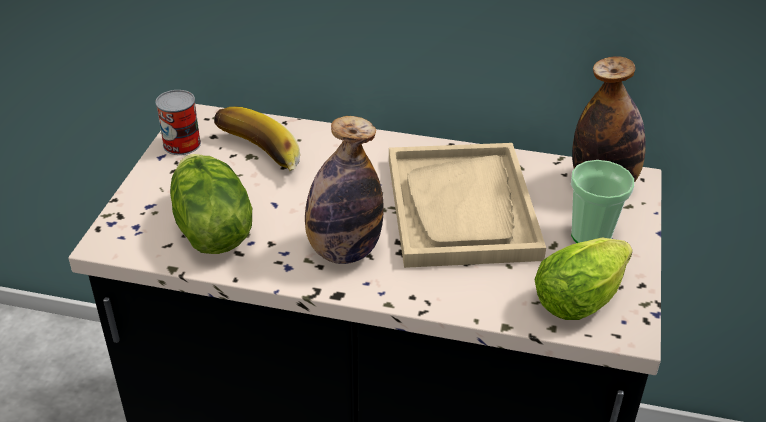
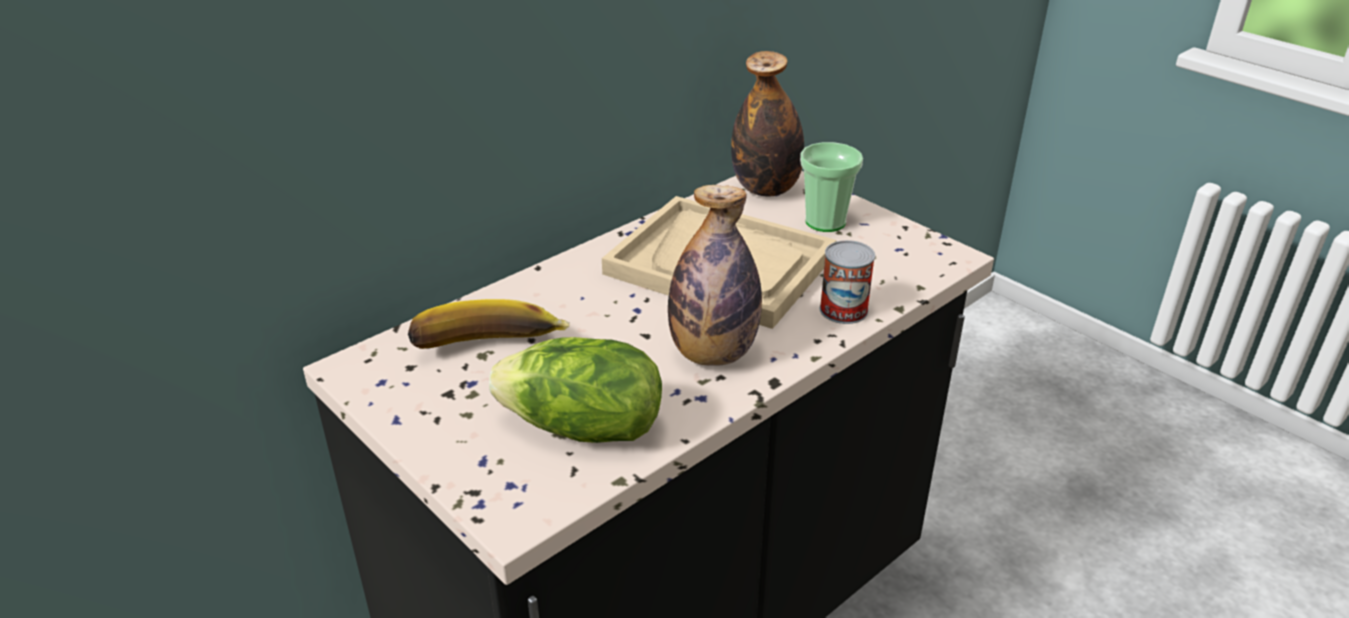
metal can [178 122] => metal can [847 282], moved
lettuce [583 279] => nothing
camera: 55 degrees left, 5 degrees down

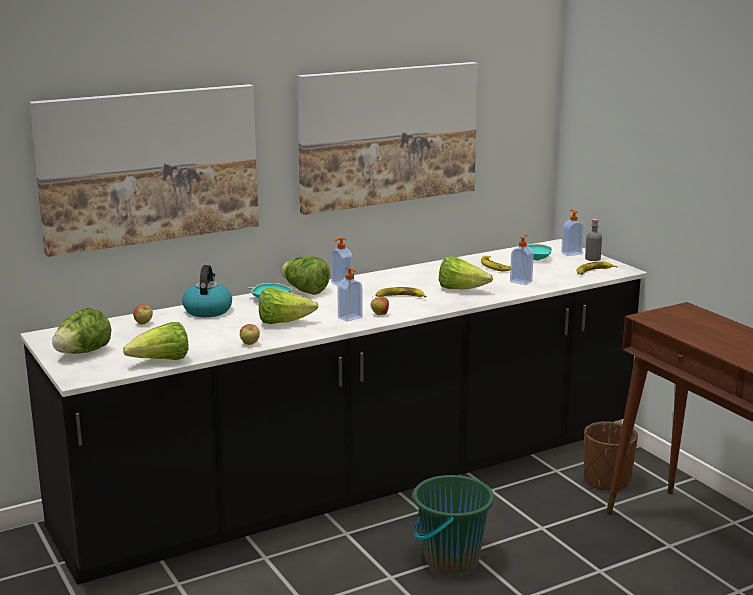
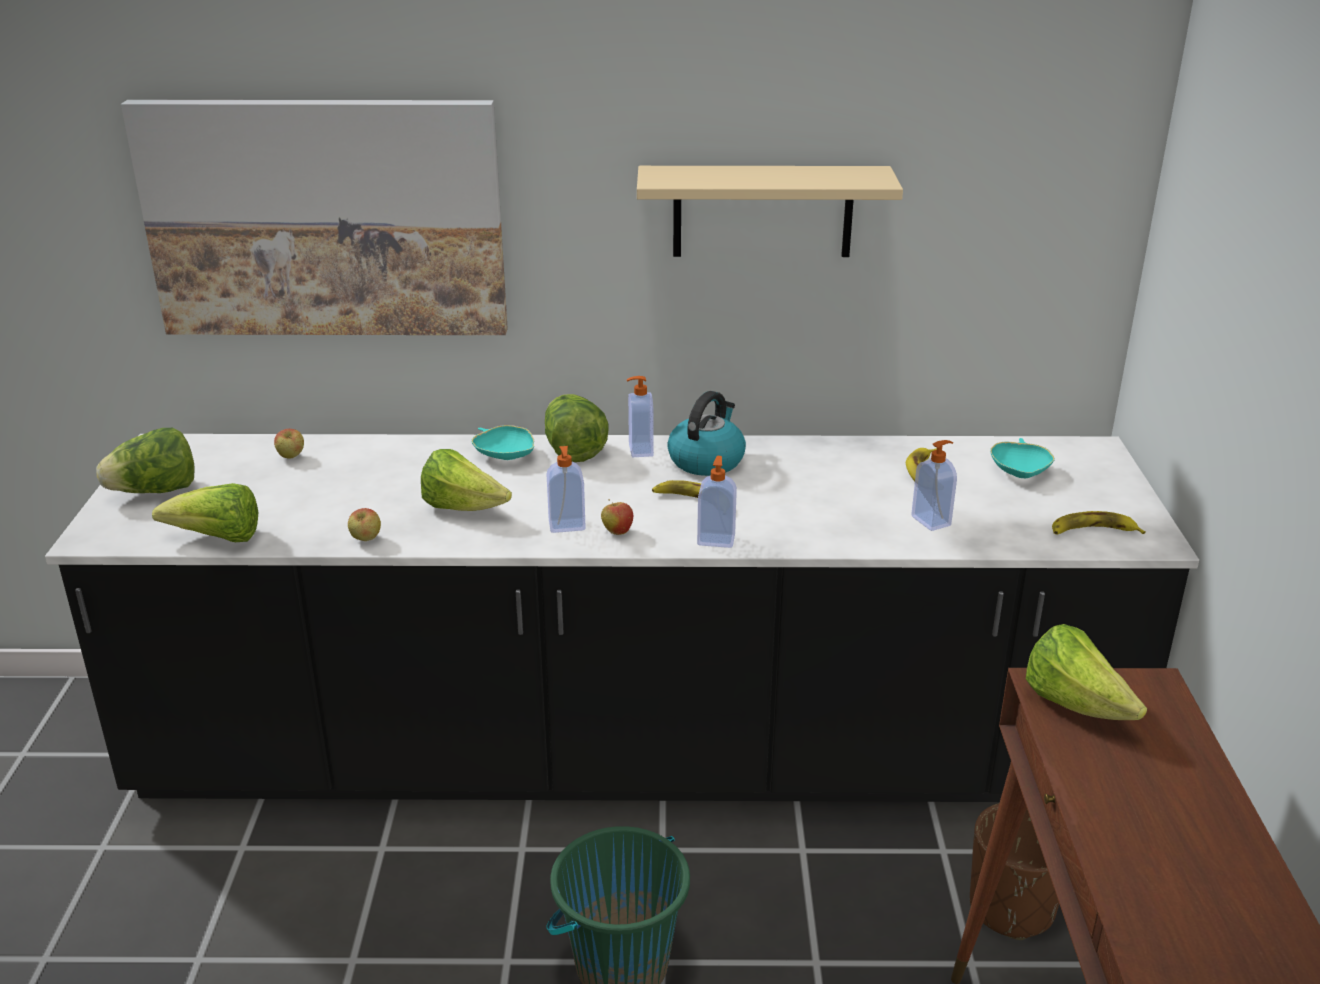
water kettle [207 291] => water kettle [706 433], moved
wall art [387 138] => shelf/beige [770 211]
lettuce [466 273] => lettuce [1086 672], moved
liquid soap bottle [572 233] => liquid soap bottle [717 502], moved
drink bottle/greyish [593 240] => nothing
camera: 30 degrees right, 10 degrees up

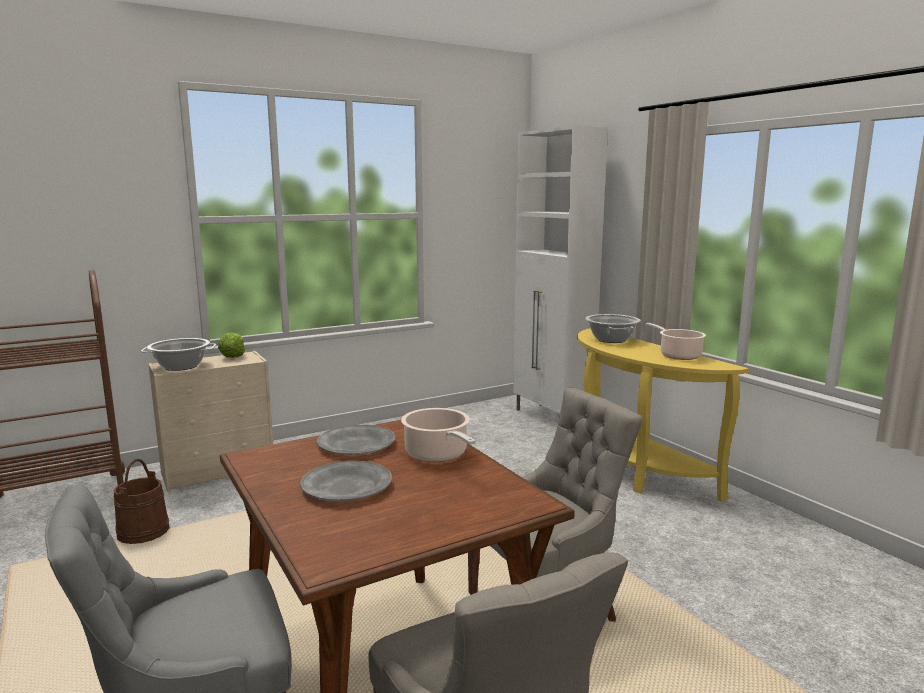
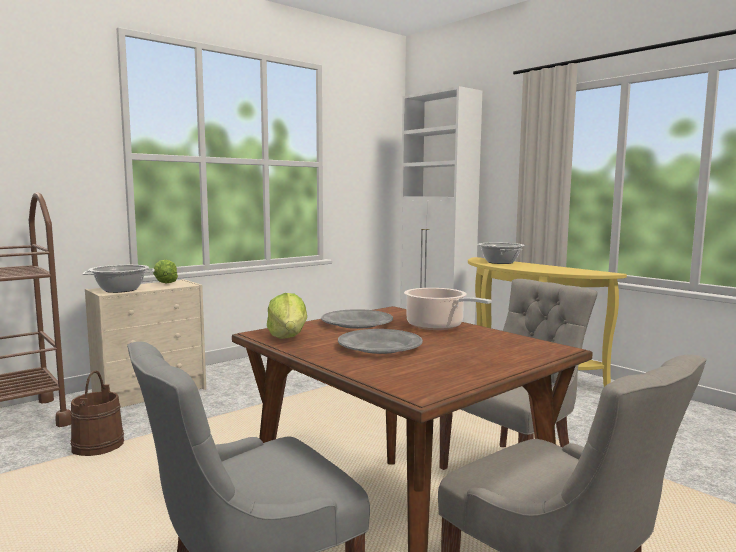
stockpot [676 341] => nothing
nothing => lettuce [287 316]
camera: 10 degrees left, 5 degrees down

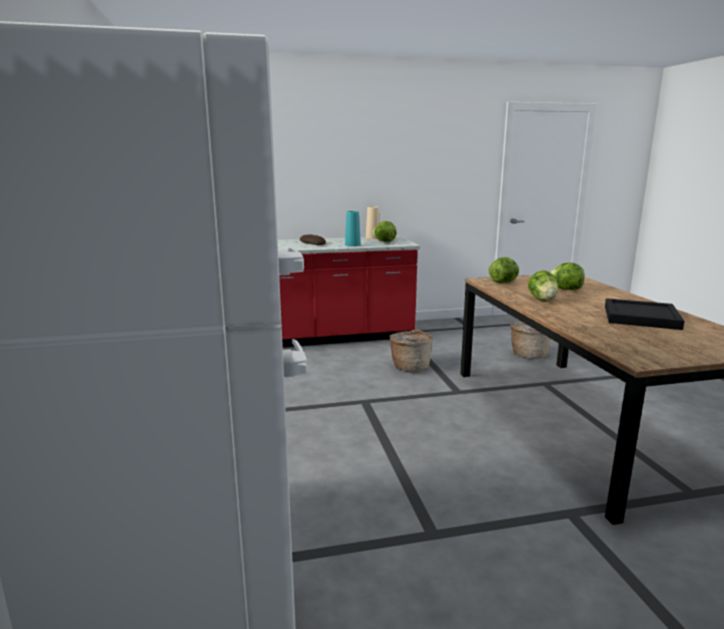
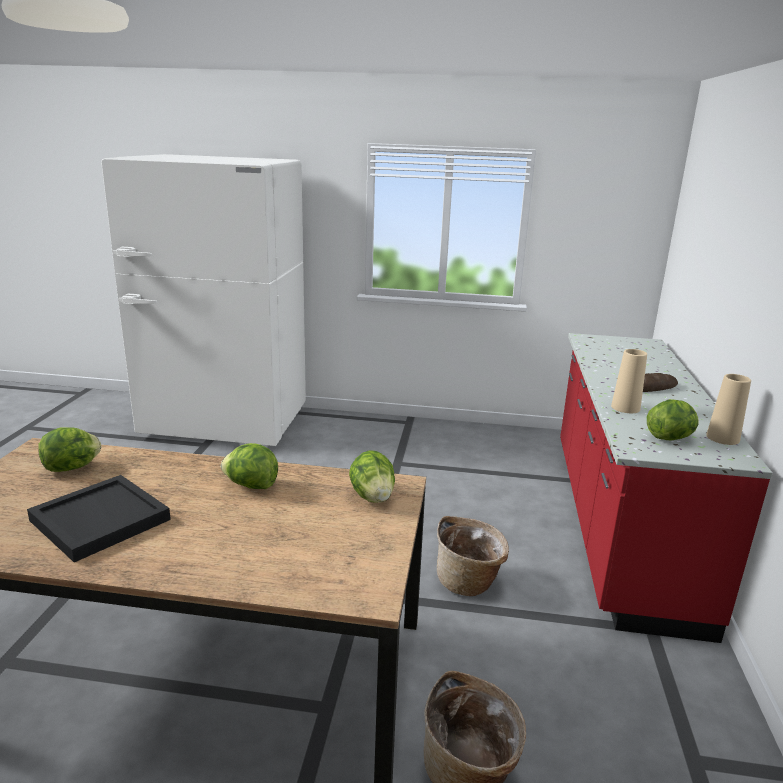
flower vase/blue-green [353 229] => flower vase/beige [629 381]
lettuce [567 276] => lettuce [69 449], moved
camera: 110 degrees right, 5 degrees up

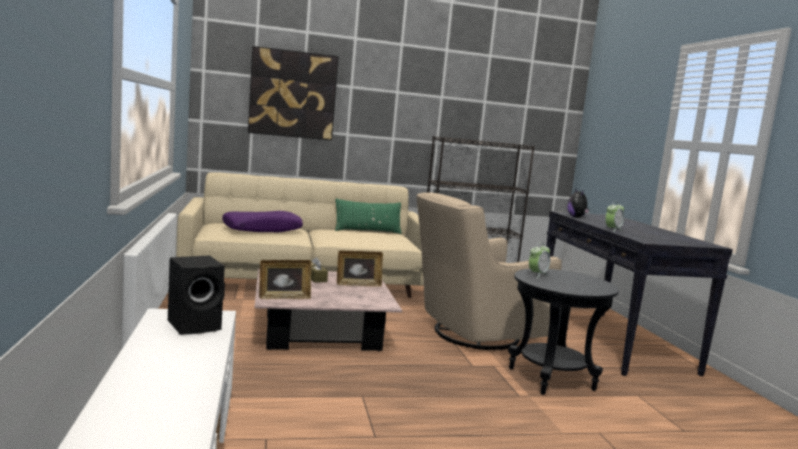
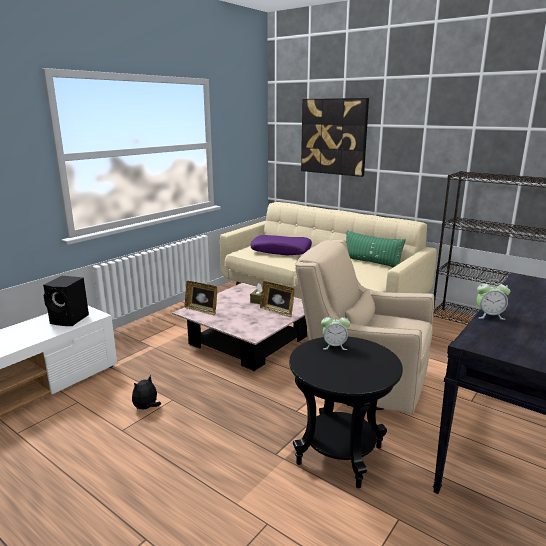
plush toy [578 203] => plush toy [146 393], moved
camera: 50 degrees right, 10 degrees up

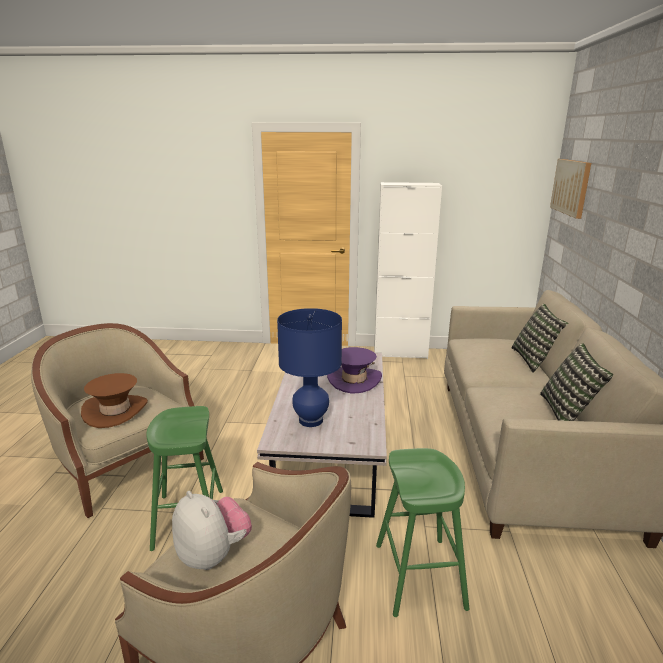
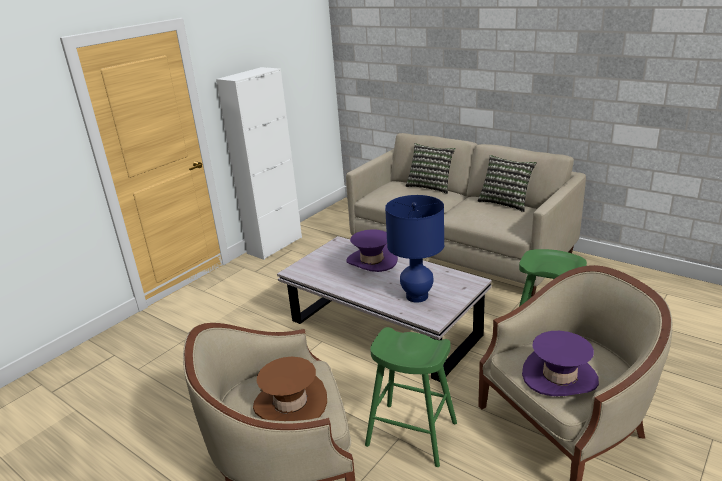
plush toy [212 530] => clothing hat/purple [560 363]
wall art [570 189] => nothing
camera: 55 degrees left, 5 degrees up

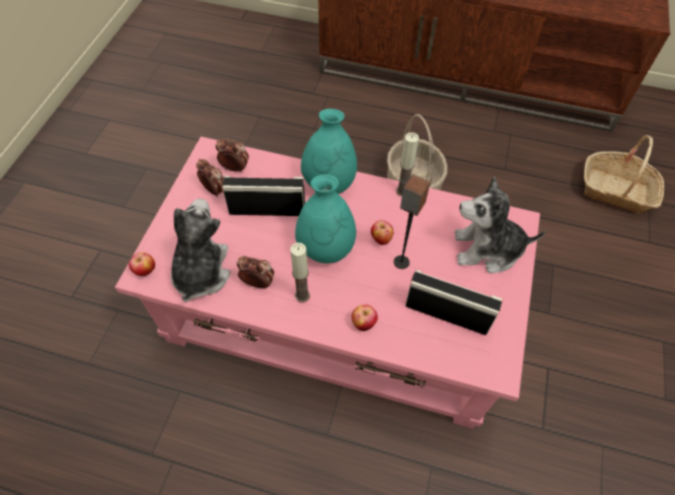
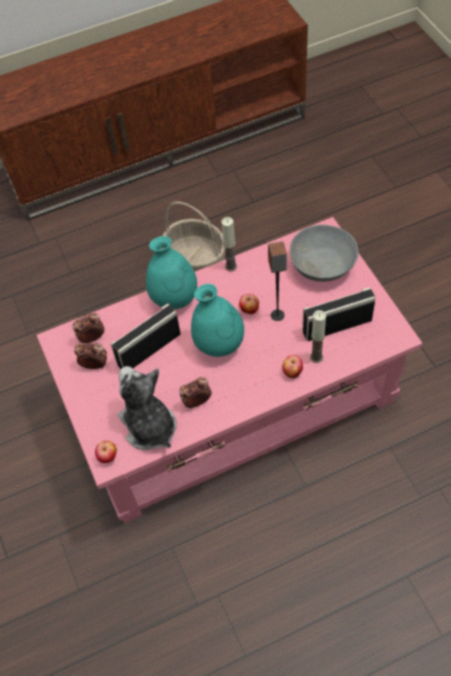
wax light [300 272] => wax light [318 336], moved
plush toy [500 225] => bowl/greyish [324 253]
storage basket [624 174] => nothing
camera: 35 degrees left, 0 degrees up

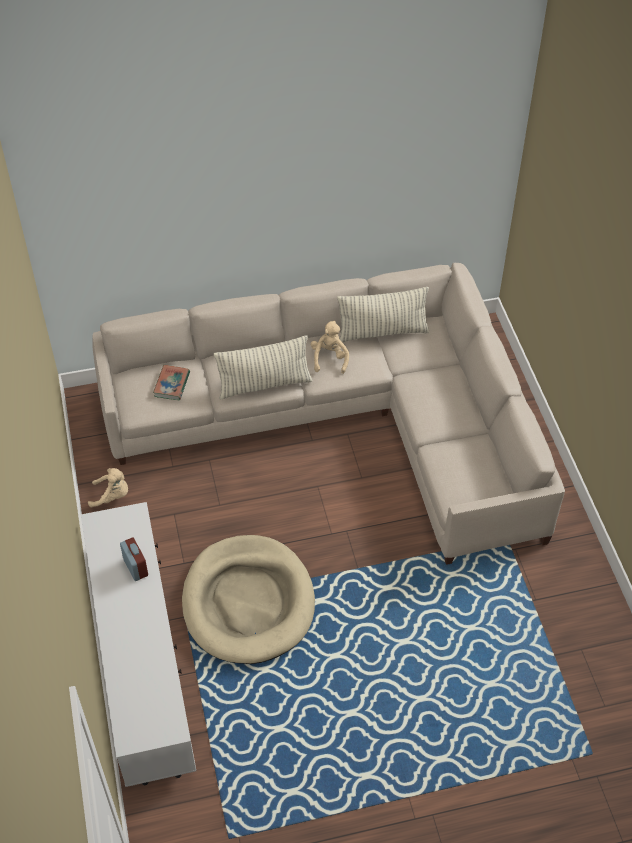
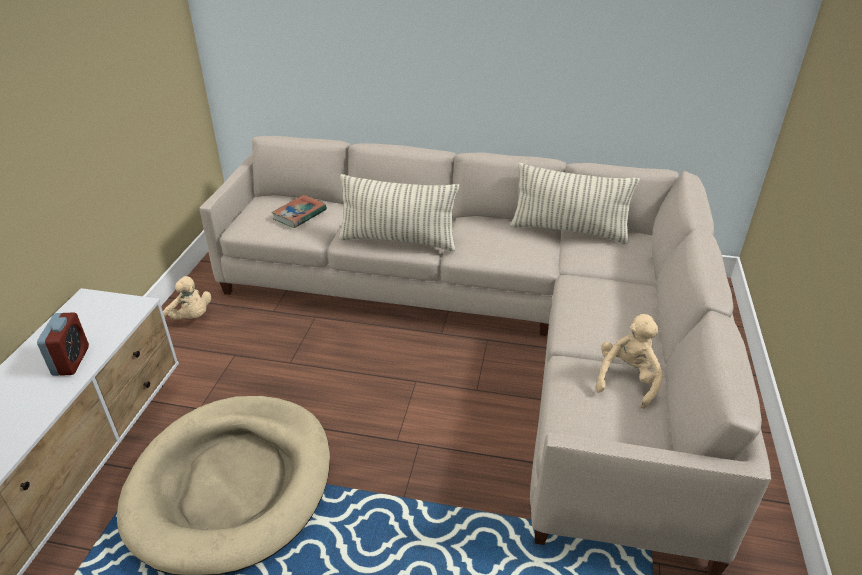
plush toy/beige [330 347] => plush toy/beige [629 361], moved
camera: 25 degrees right, 15 degrees down

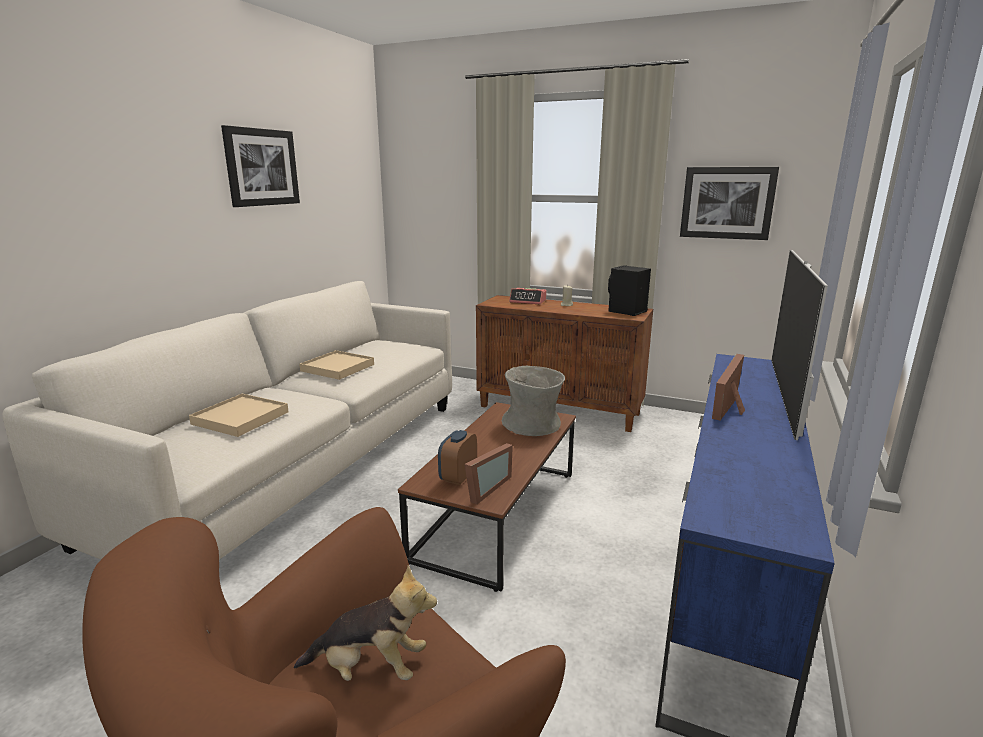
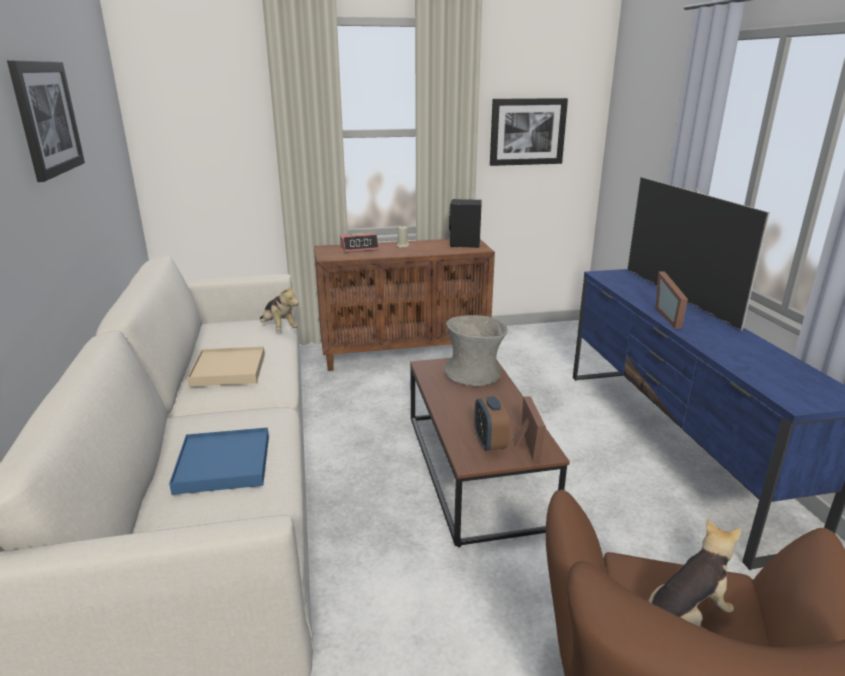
tray/beige [239 415] => tray/bluish [219 461]
nothing => plush toy [279 307]
camera: 35 degrees left, 5 degrees up

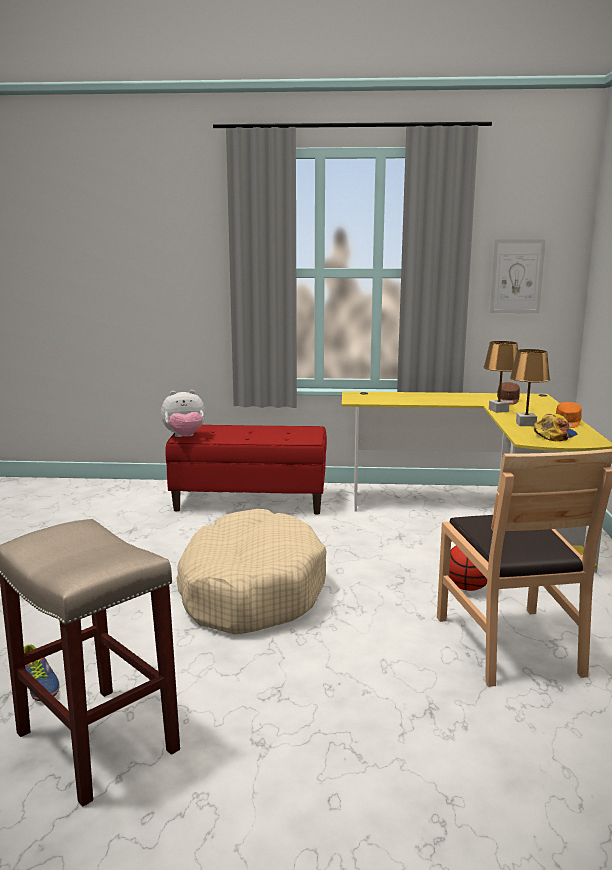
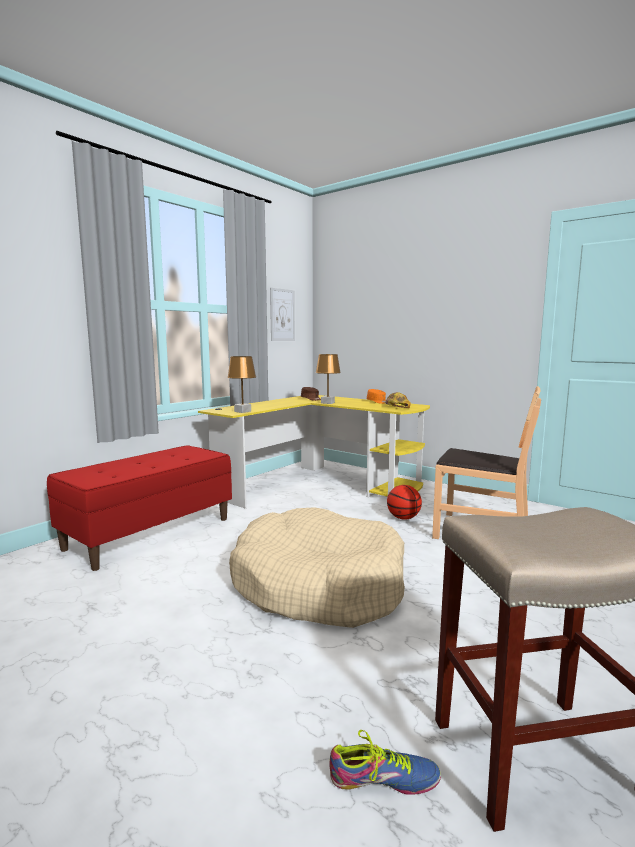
plush toy [183 413] => nothing
table lamp/brownish [530 387] => table lamp/brownish [241 384], moved
camera: 55 degrees left, 5 degrees down

